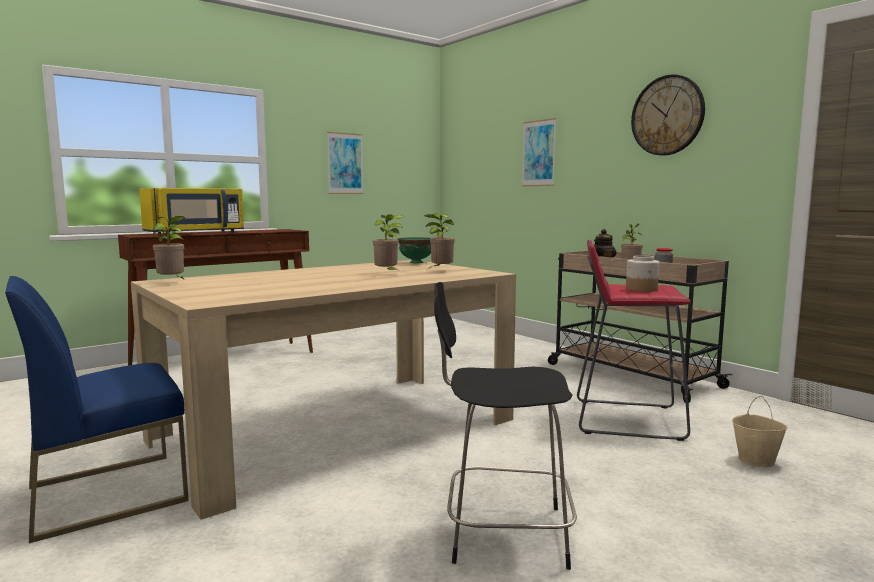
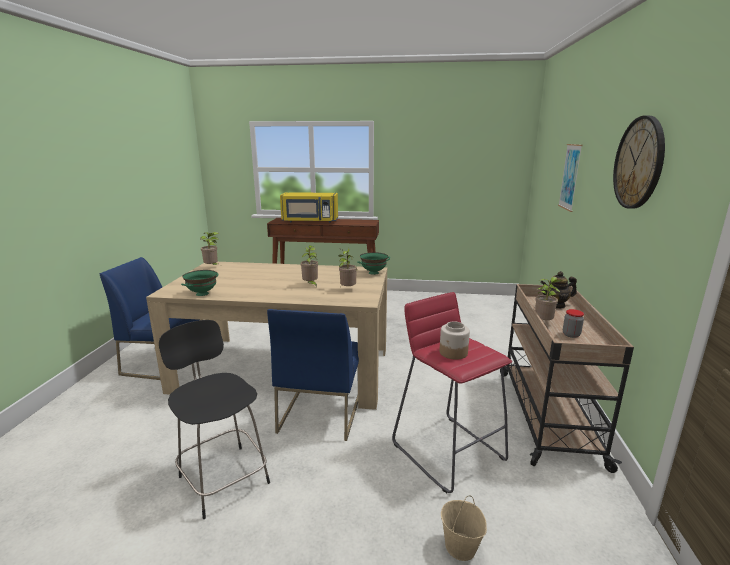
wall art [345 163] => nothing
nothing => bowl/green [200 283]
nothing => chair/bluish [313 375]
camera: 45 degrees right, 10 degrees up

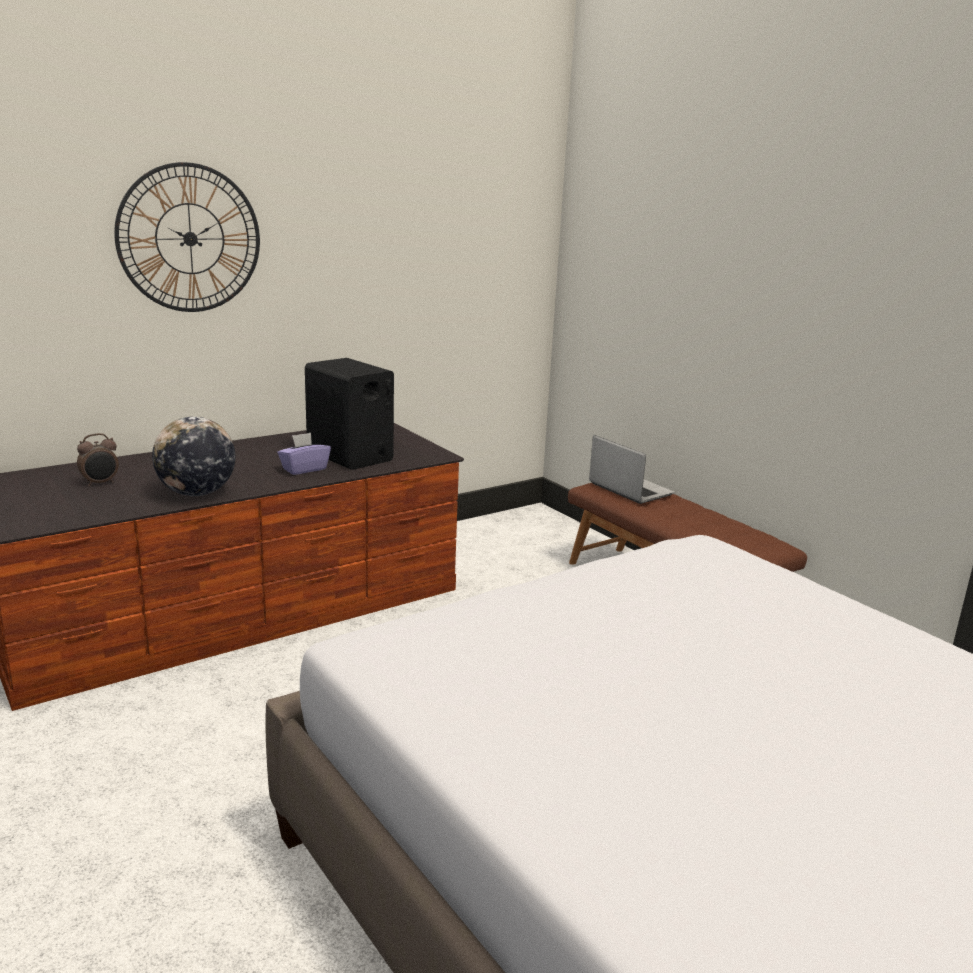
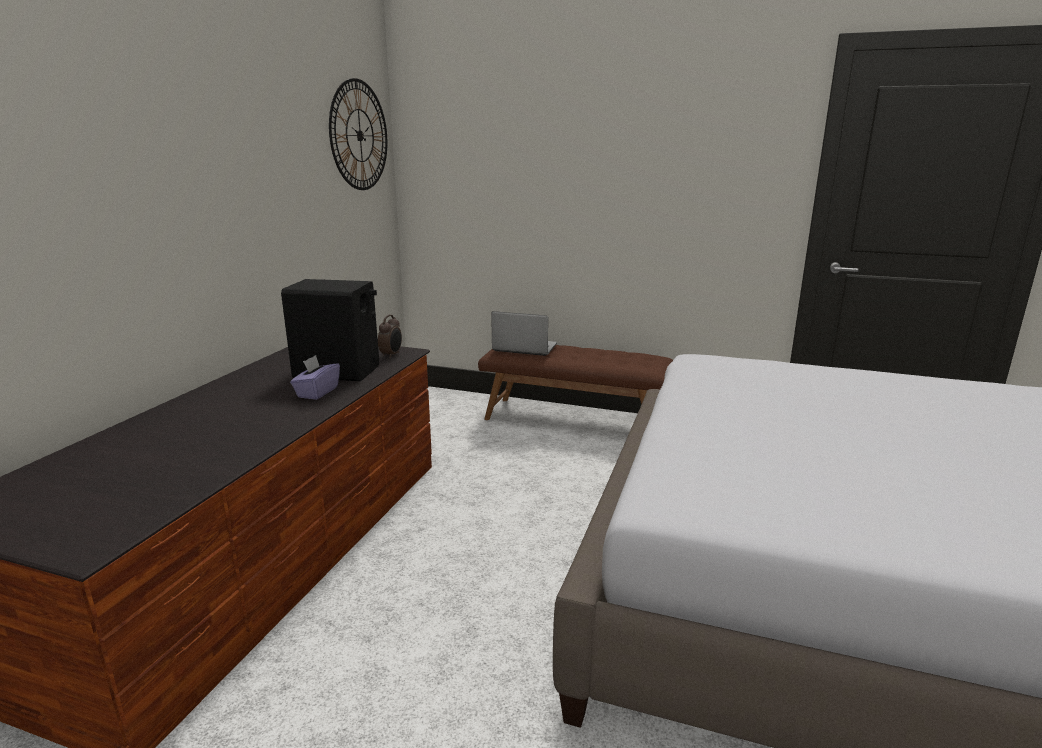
table clock [98 459] => table clock [390 336], moved
clock on the wall [187 237] => clock on the wall [358 134], moved
world globe [193 456] => nothing
camera: 35 degrees left, 0 degrees up

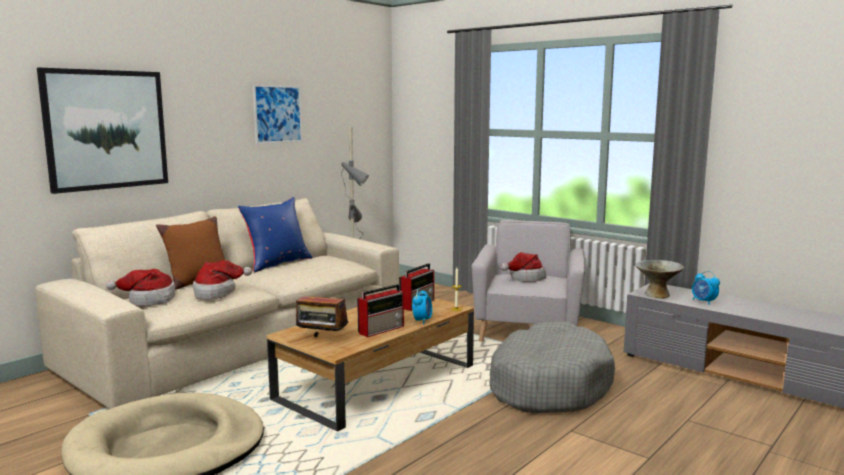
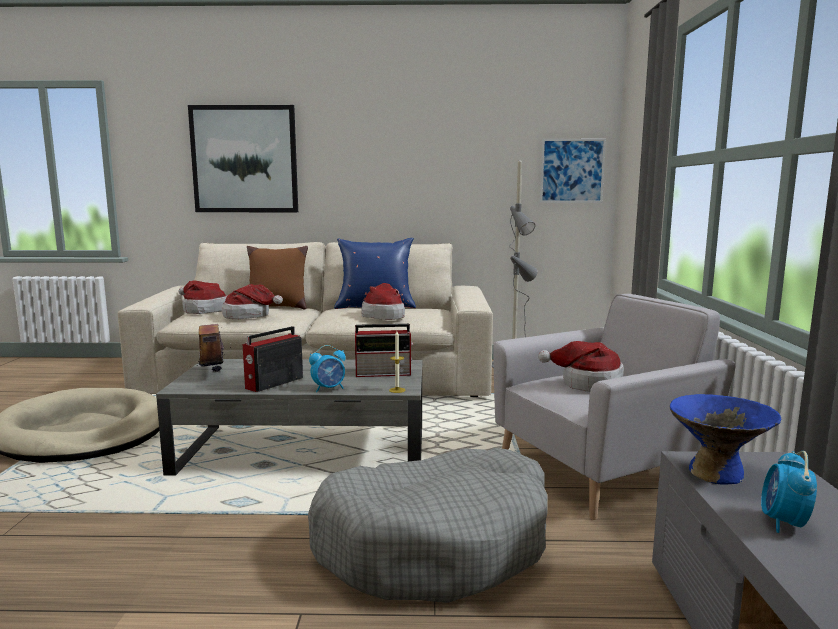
wall art [277 114] => wall art [573 171], moved
low table/brownish [370 365] => low table/greyish [289 417]
radio receiver [380 310] => radio receiver [273 359], 120 degrees clockwise
bowl/greyish [659 279] => bowl/bluish [725 439]
nothing => clothing hat [383 301]
camera: 50 degrees right, 0 degrees up

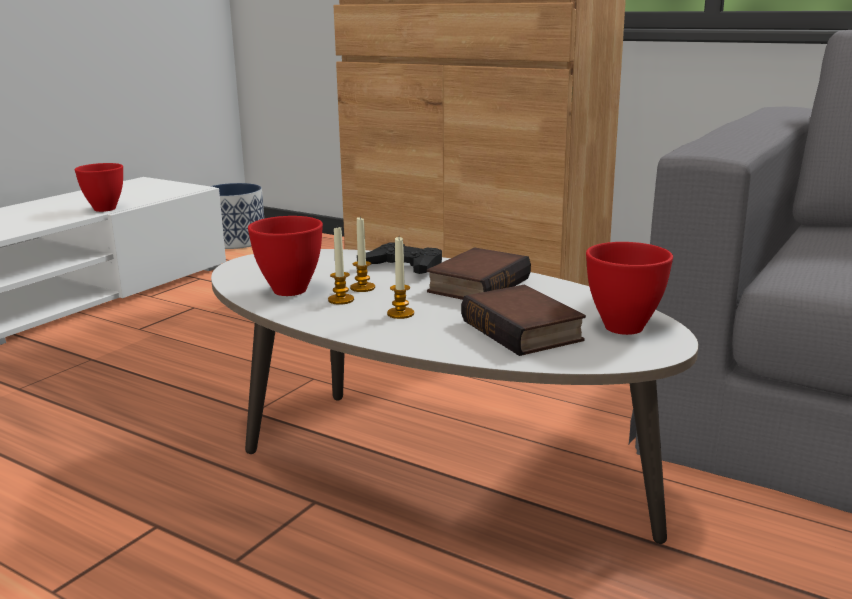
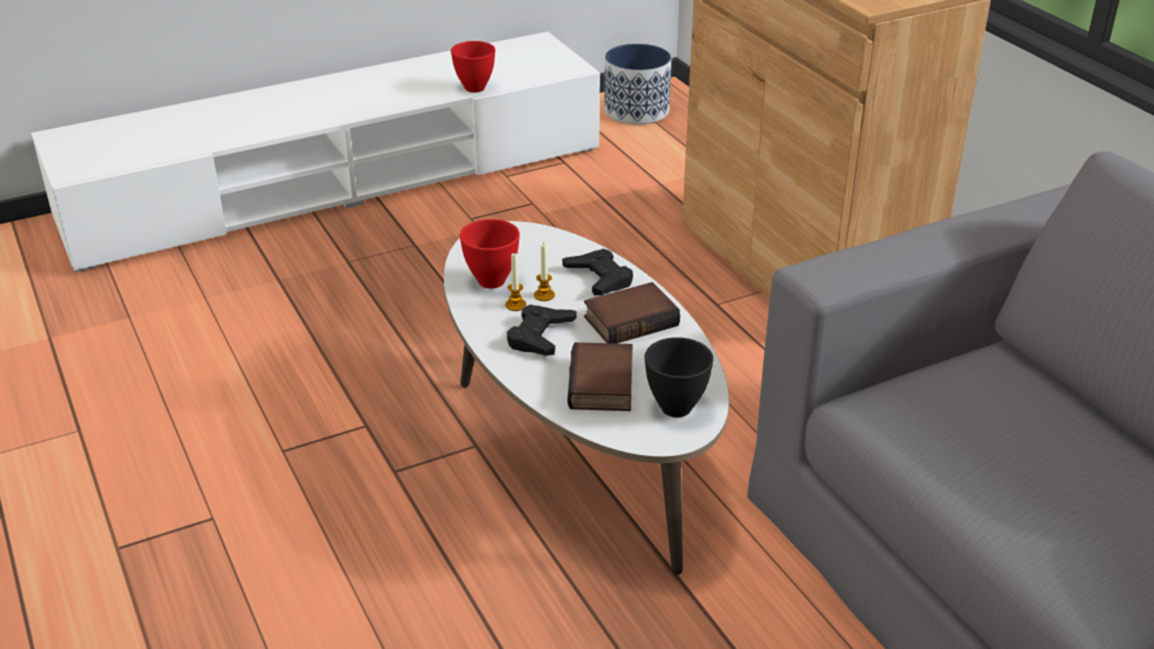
wax light [400 278] => joypad/blackish [542 330]
bowl/red-coloured [629 288] => bowl/blackish [679 377]
camera: 30 degrees right, 15 degrees up

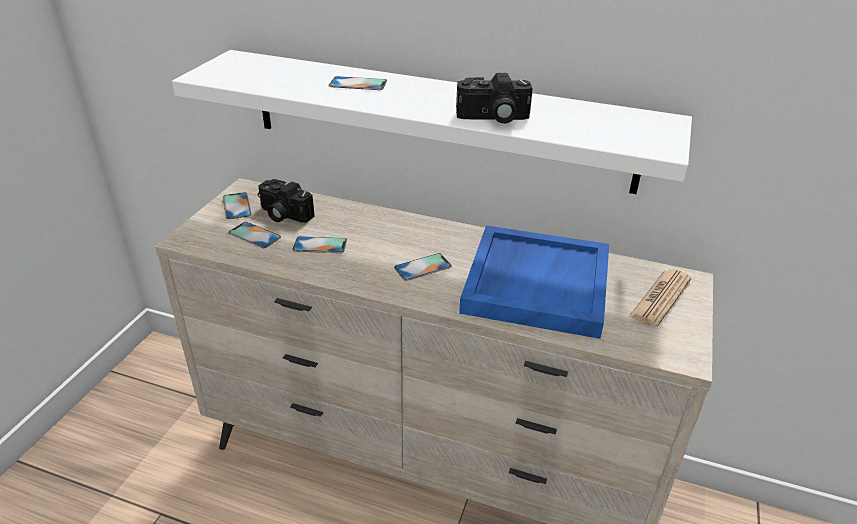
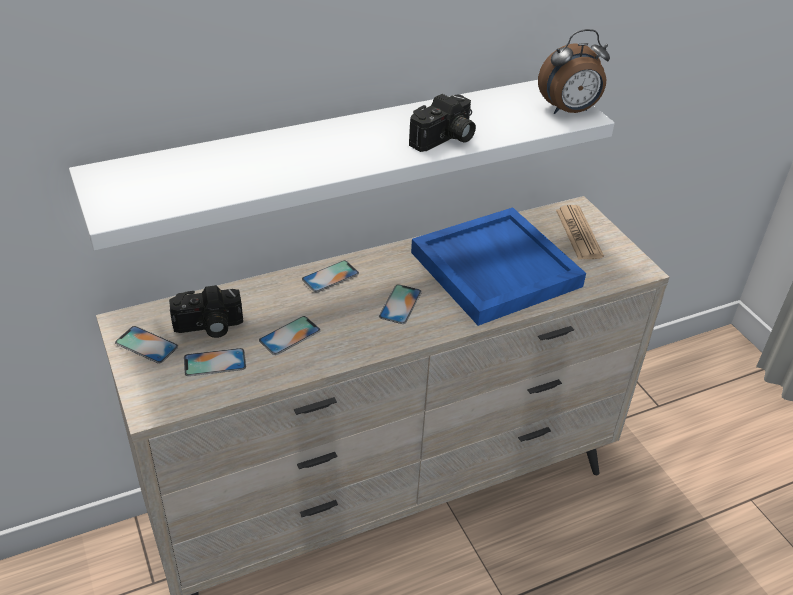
handset [357 83] => handset [330 276], moved
nothing => table clock [574 71]
camera: 45 degrees left, 5 degrees up

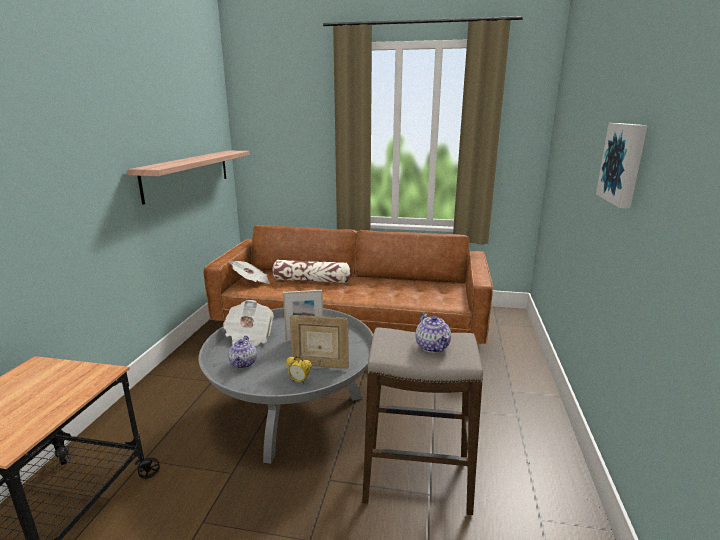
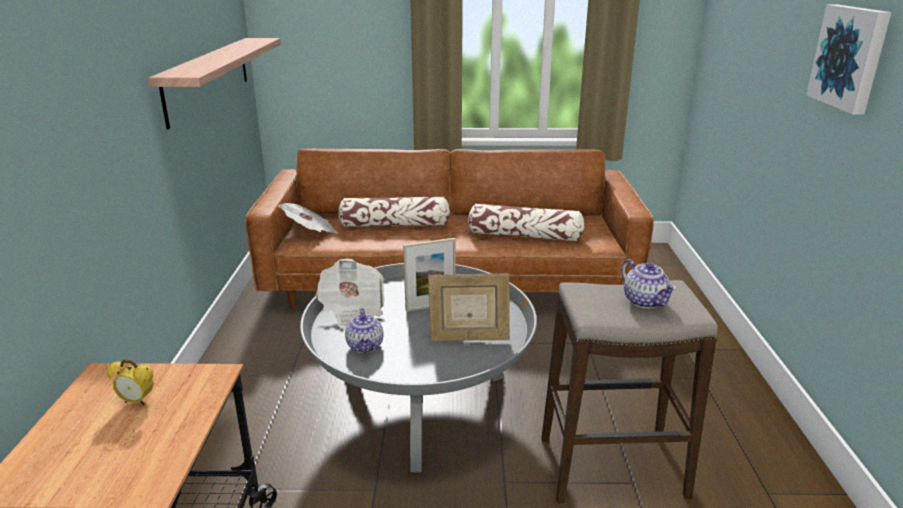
table clock [299 370] => table clock [130 382], moved
nothing => throw pillow [526 222]
camera: 10 degrees left, 5 degrees up

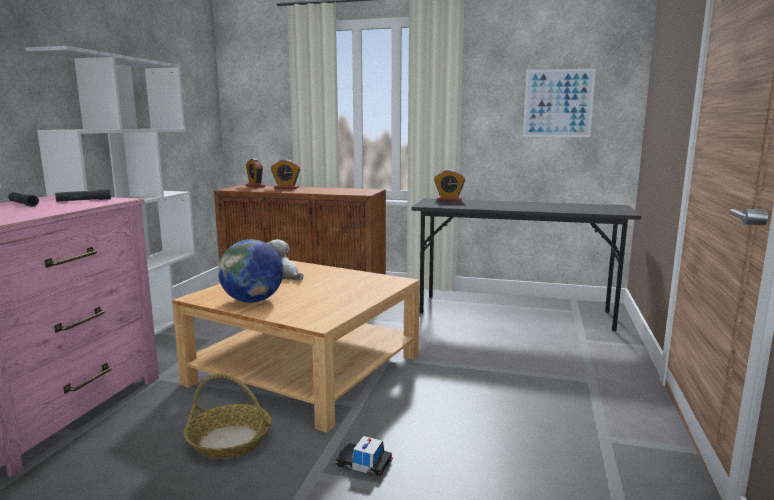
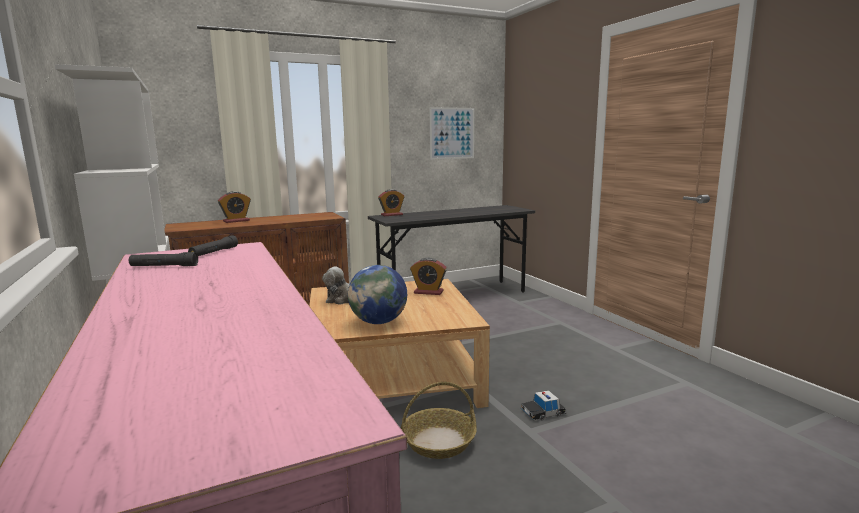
table clock [255 173] => table clock [428 276], moved
camera: 40 degrees left, 0 degrees up

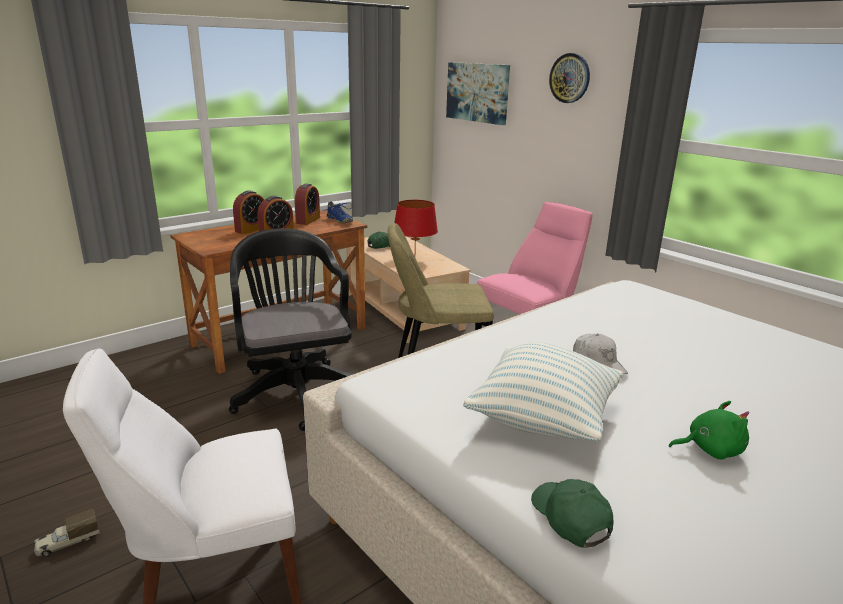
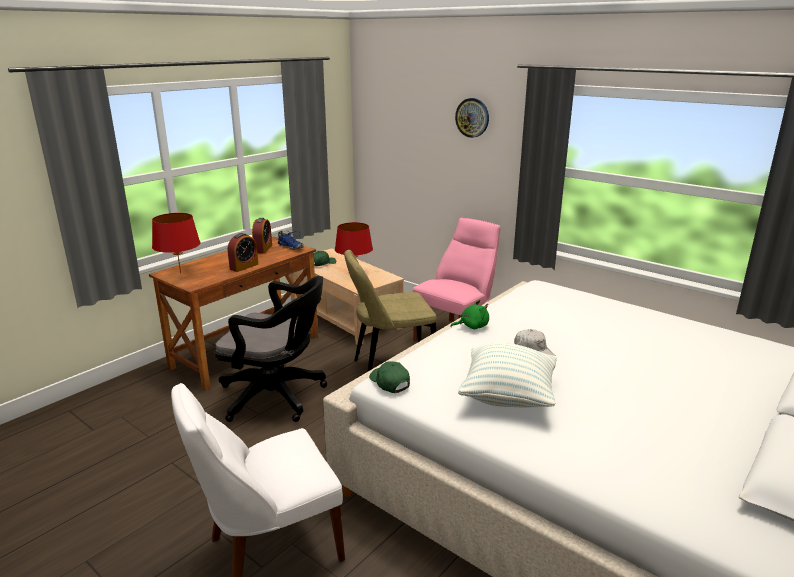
toy lorry [67 533] => nothing
office chair/blackish [291 329] => office chair/blackish [270 349], 135 degrees clockwise
table clock [248 212] => nothing
wall art [478 93] => nothing
cap/green [572 513] => cap/green [389 377], moved
plush toy/green [709 430] => plush toy/green [469 314], moved
nothing => table lamp/red-coloured [176 243]
camera: 10 degrees left, 0 degrees up

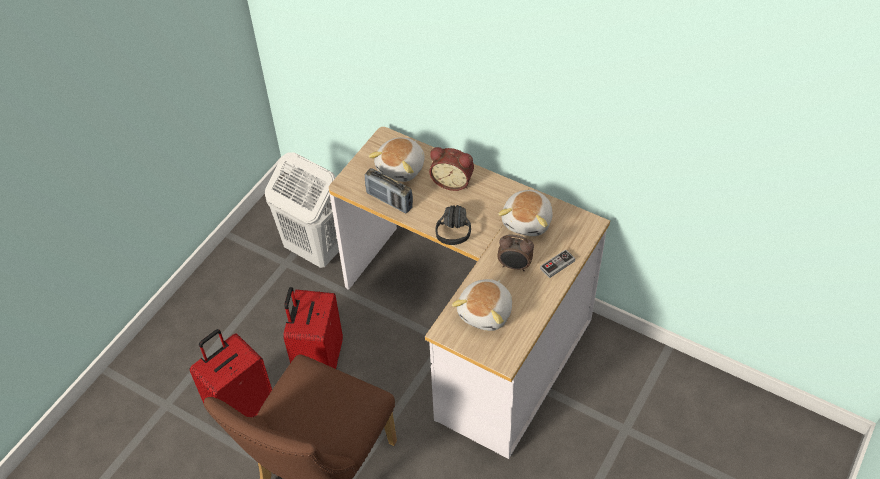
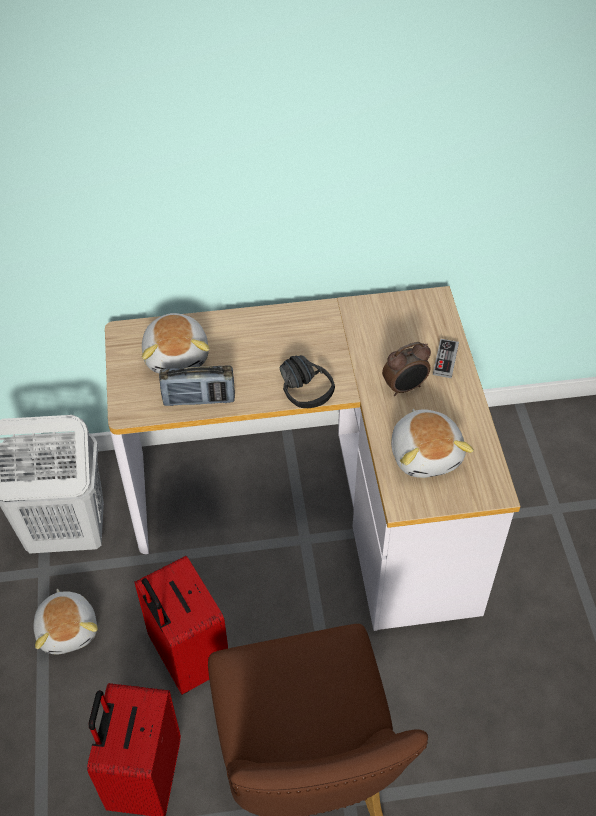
table clock [451 169] => nothing
plush toy [525 213] => plush toy [65 621], moved
camera: 40 degrees left, 0 degrees up

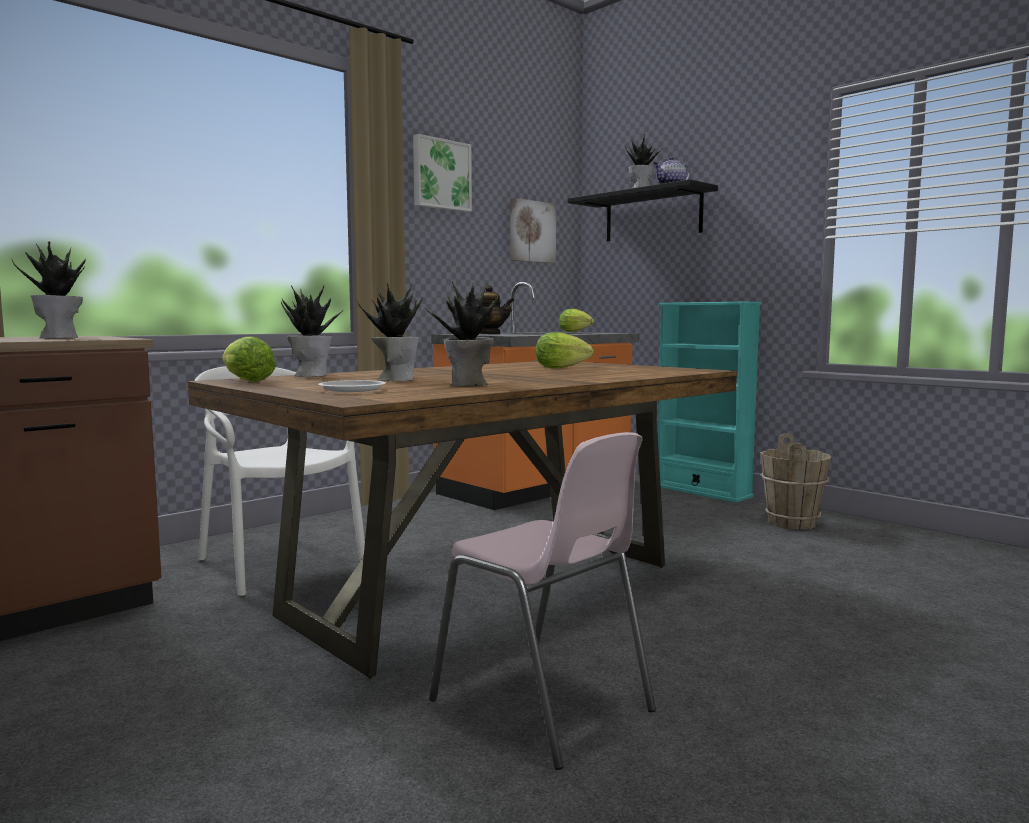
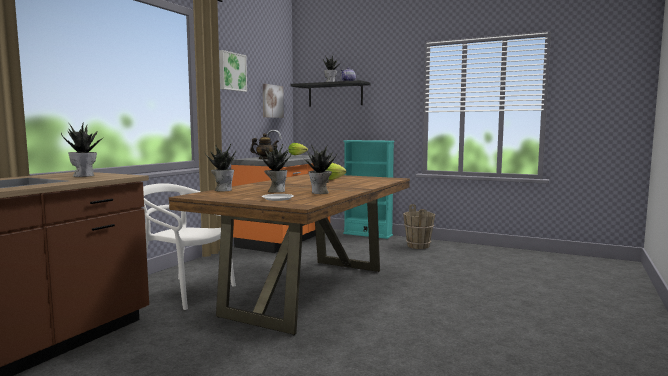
lettuce [249 359] => nothing
chair/pinkish [542 601] => nothing
camera: 20 degrees left, 0 degrees up

